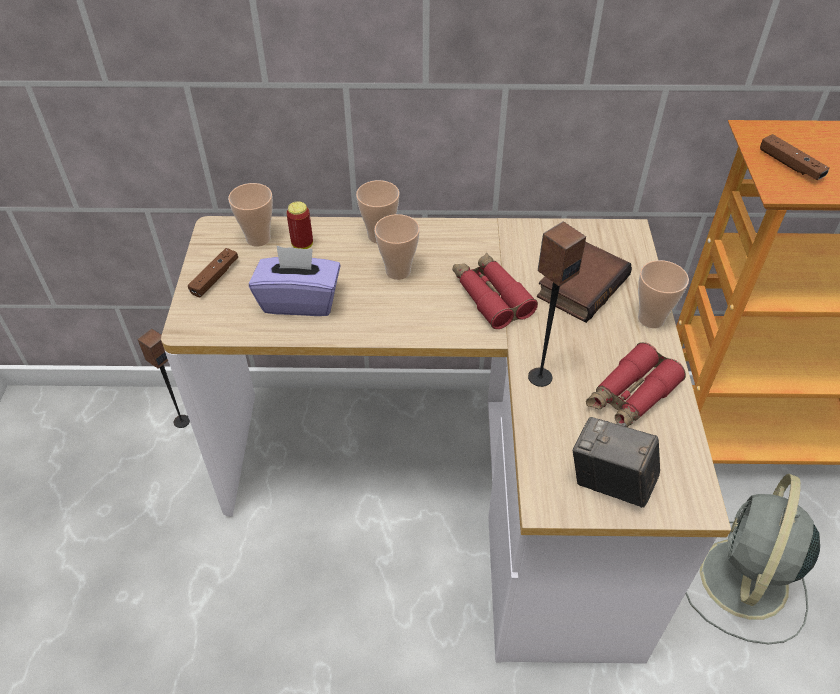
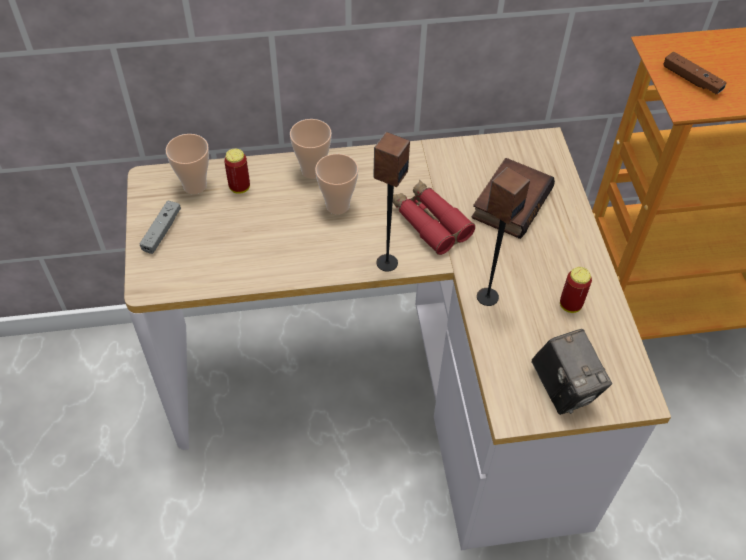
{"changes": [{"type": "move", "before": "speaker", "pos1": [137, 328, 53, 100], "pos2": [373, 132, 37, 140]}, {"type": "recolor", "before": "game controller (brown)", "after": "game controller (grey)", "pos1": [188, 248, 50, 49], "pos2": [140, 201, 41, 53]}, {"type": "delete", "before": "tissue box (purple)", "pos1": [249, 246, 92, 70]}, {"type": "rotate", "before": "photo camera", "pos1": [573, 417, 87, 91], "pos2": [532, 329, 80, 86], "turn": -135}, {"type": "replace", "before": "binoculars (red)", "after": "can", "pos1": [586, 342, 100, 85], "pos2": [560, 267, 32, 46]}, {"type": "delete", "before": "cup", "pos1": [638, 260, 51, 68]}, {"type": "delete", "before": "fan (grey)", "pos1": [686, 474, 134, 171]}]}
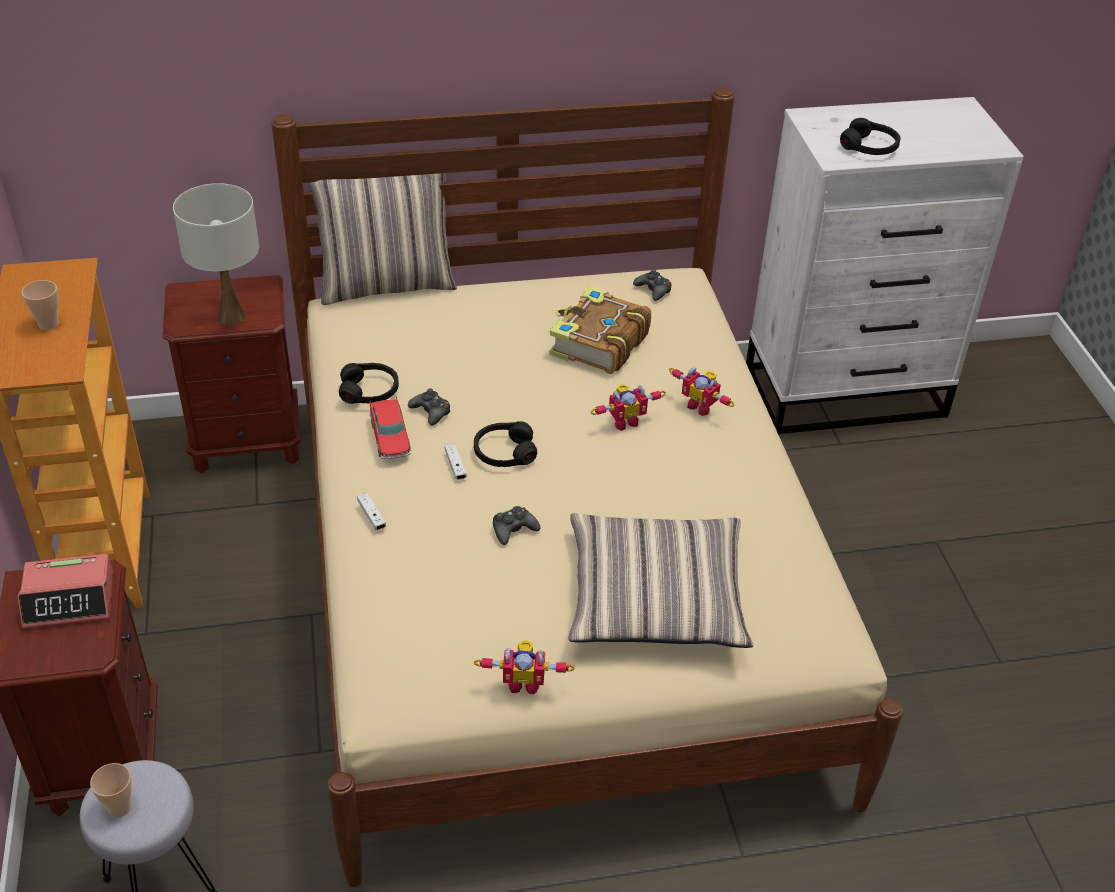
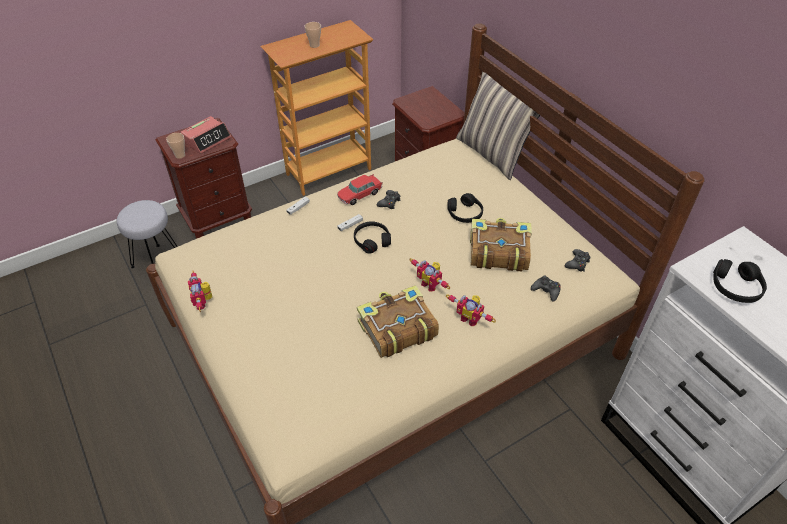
{"changes": [{"type": "rotate", "before": "alarm clock", "pos1": [18, 554, 95, 75], "pos2": [181, 116, 50, 38], "turn": -105}, {"type": "move", "before": "cup", "pos1": [90, 763, 42, 54], "pos2": [166, 133, 19, 26]}, {"type": "delete", "before": "table lamp (white)", "pos1": [173, 183, 86, 142]}, {"type": "move", "before": "headphones (black)", "pos1": [339, 363, 60, 41], "pos2": [447, 193, 36, 30]}, {"type": "move", "before": "game controller (black)", "pos1": [493, 506, 47, 39], "pos2": [531, 275, 30, 27]}, {"type": "delete", "before": "pillow", "pos1": [569, 513, 184, 135]}, {"type": "rotate", "before": "toy robot", "pos1": [669, 367, 65, 49], "pos2": [446, 294, 50, 33], "turn": -75}, {"type": "insert", "after": "book", "pos2": [357, 285, 82, 73]}]}
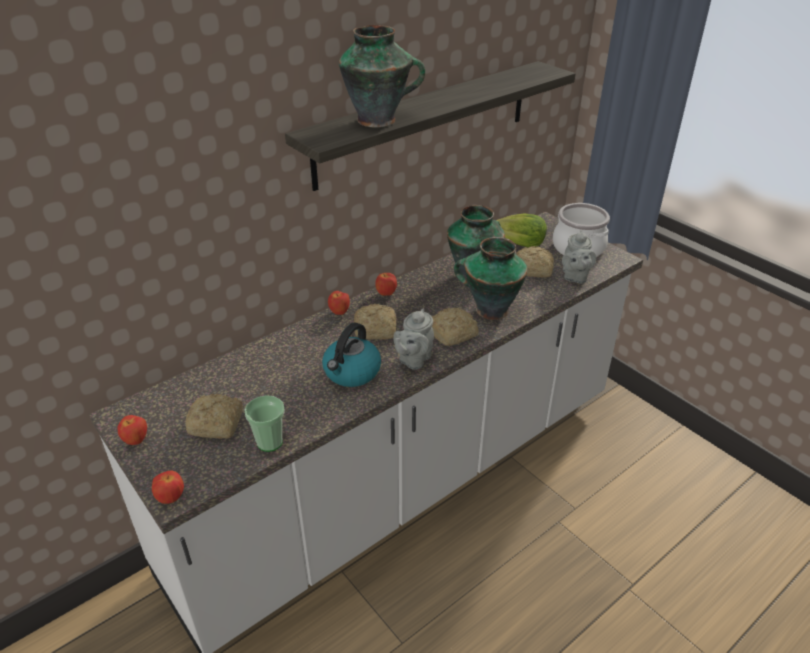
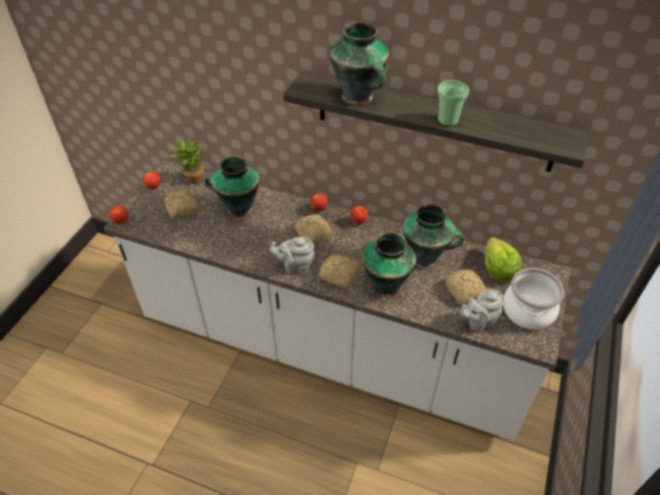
{"changes": [{"type": "move", "before": "cup", "pos1": [244, 395, 41, 57], "pos2": [437, 80, 32, 46]}, {"type": "delete", "before": "kettle", "pos1": [322, 322, 59, 65]}, {"type": "insert", "after": "potted plant", "pos2": [168, 134, 36, 50]}, {"type": "insert", "after": "vase", "pos2": [205, 156, 55, 61]}]}
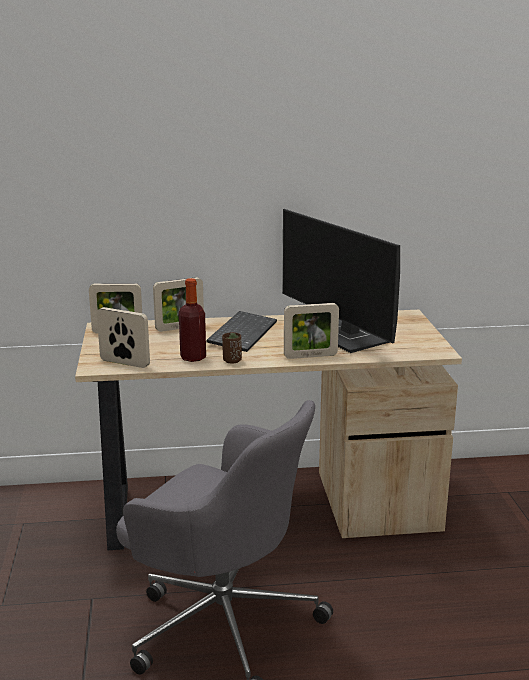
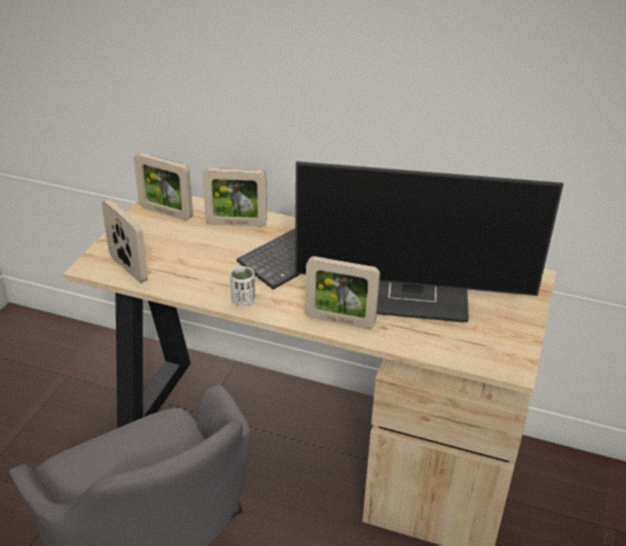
{"changes": [{"type": "delete", "before": "bottle", "pos1": [179, 278, 27, 84]}, {"type": "recolor", "before": "cup (brown)", "after": "cup (white)", "pos1": [222, 332, 20, 32], "pos2": [230, 266, 25, 40]}, {"type": "rotate", "before": "monitor", "pos1": [282, 209, 118, 144], "pos2": [295, 161, 268, 162], "turn": -75}]}
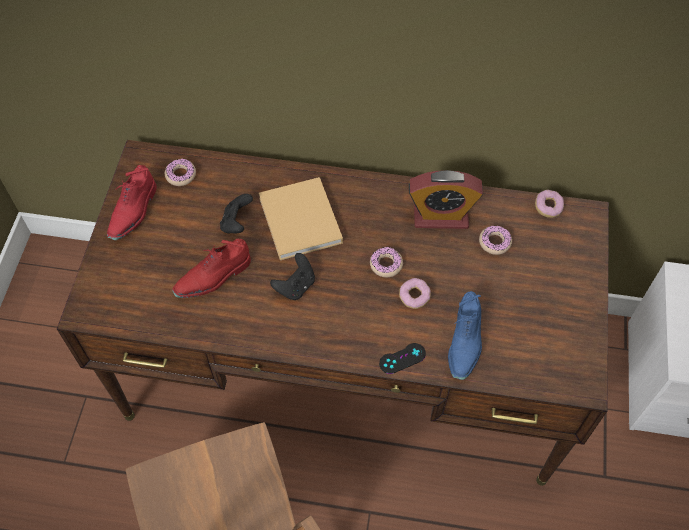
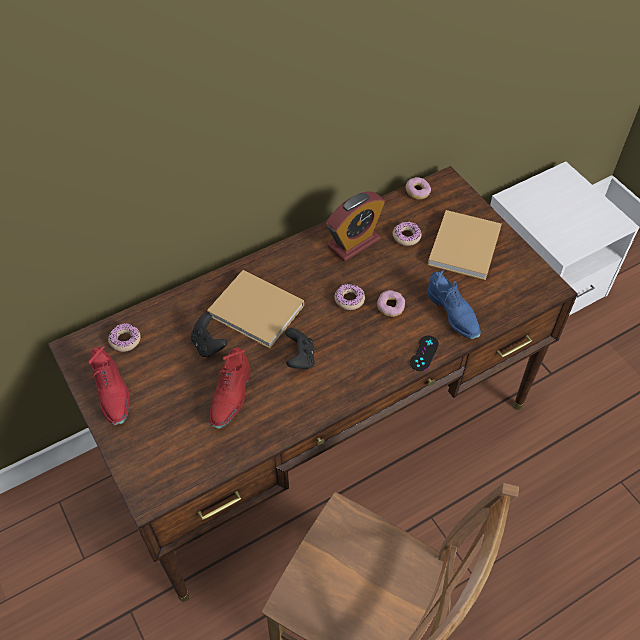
{"changes": [{"type": "insert", "after": "book (beige)", "pos2": [428, 210, 74, 70]}]}
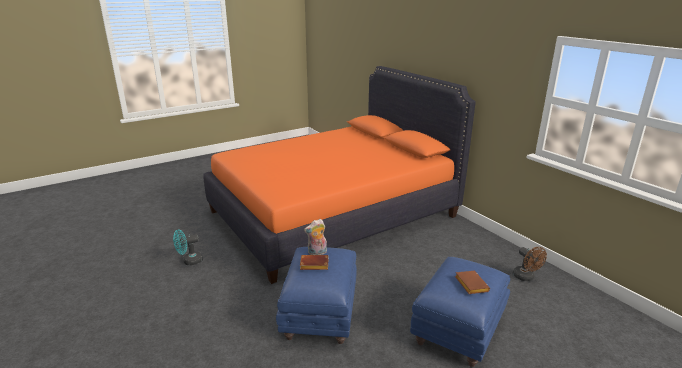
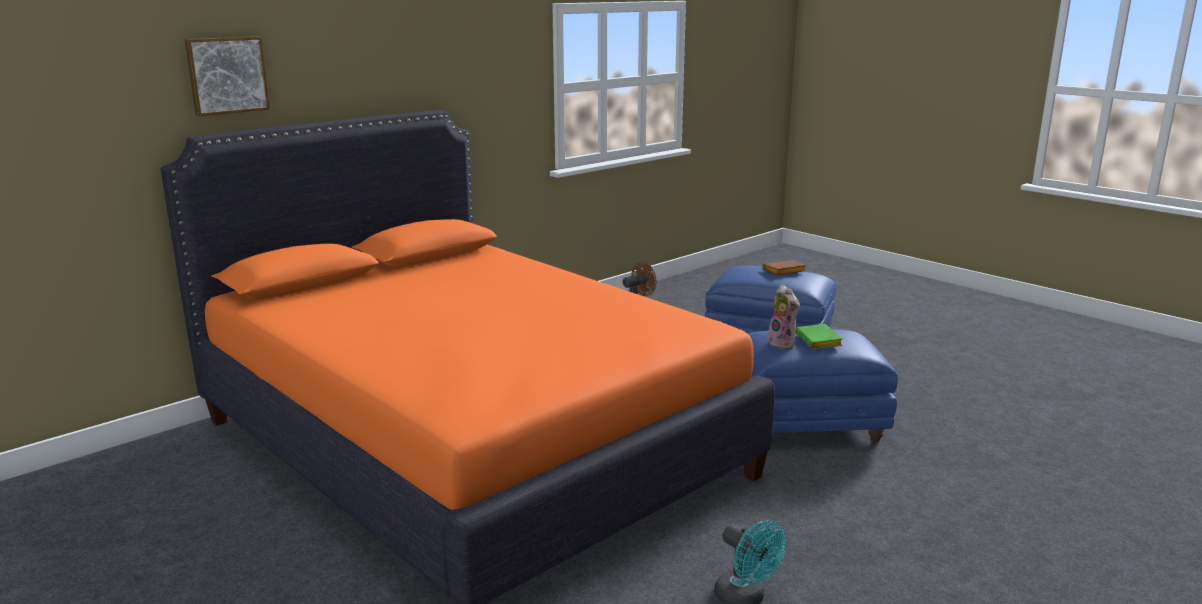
{"changes": [{"type": "recolor", "before": "book (brown)", "after": "book (green)", "pos1": [300, 255, 29, 15], "pos2": [796, 324, 46, 25]}, {"type": "insert", "after": "picture", "pos2": [185, 36, 85, 80]}]}
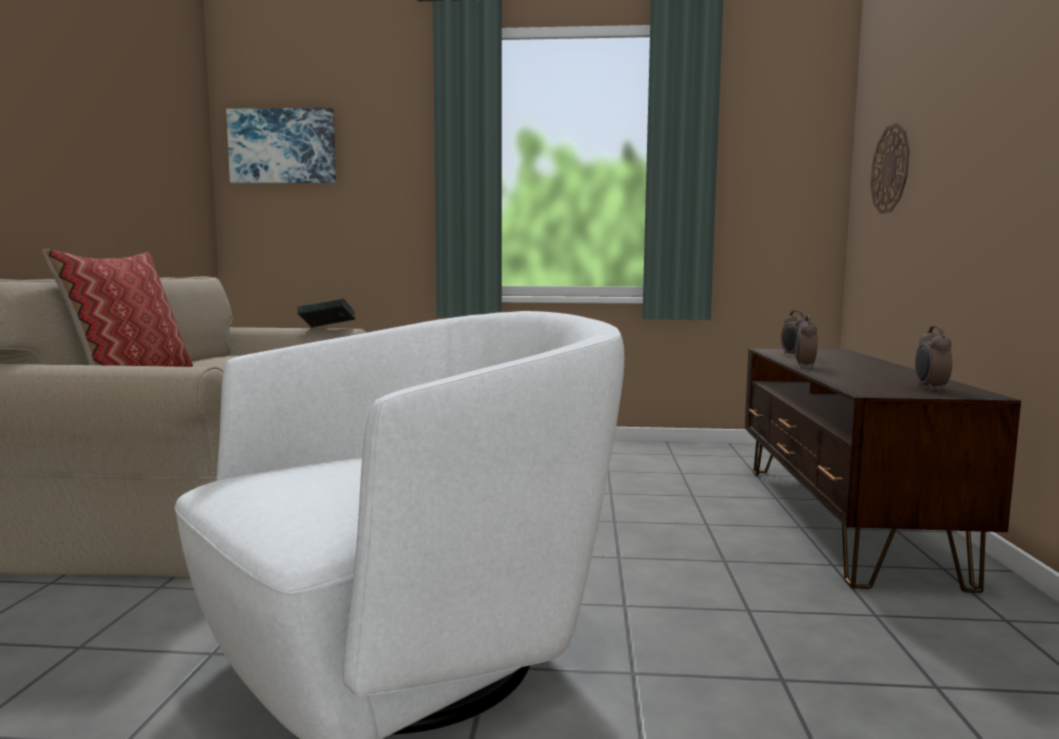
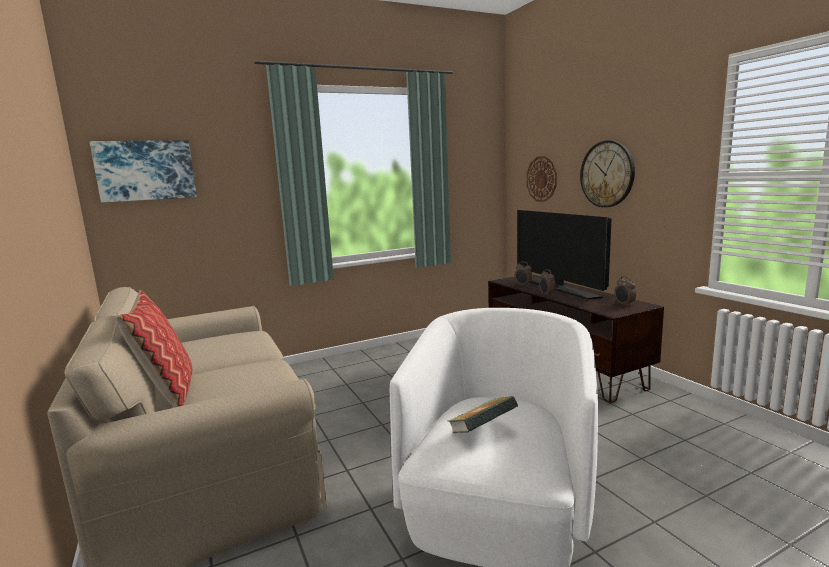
{"changes": [{"type": "move", "before": "book", "pos1": [297, 298, 58, 30], "pos2": [449, 396, 69, 37]}, {"type": "insert", "after": "television", "pos2": [517, 210, 95, 90]}, {"type": "insert", "after": "wall clock", "pos2": [580, 140, 55, 68]}]}
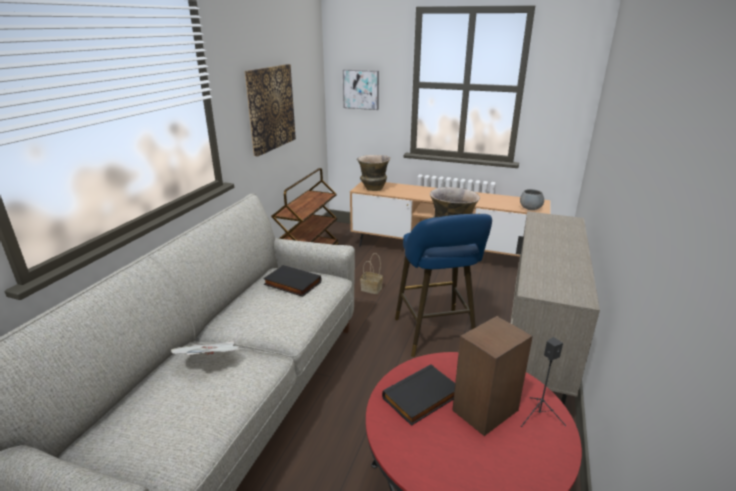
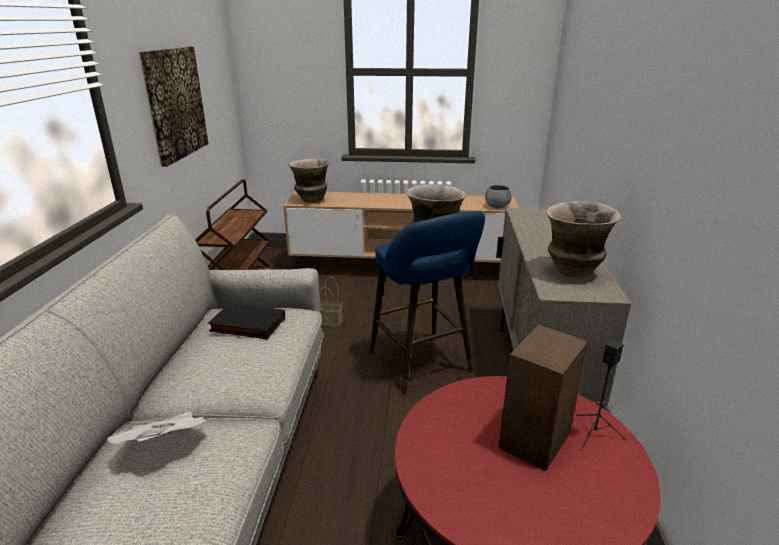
{"changes": [{"type": "delete", "before": "picture", "pos1": [343, 70, 36, 40]}, {"type": "delete", "before": "book (black)", "pos1": [382, 364, 73, 62]}, {"type": "insert", "after": "vase", "pos2": [546, 201, 75, 77]}]}
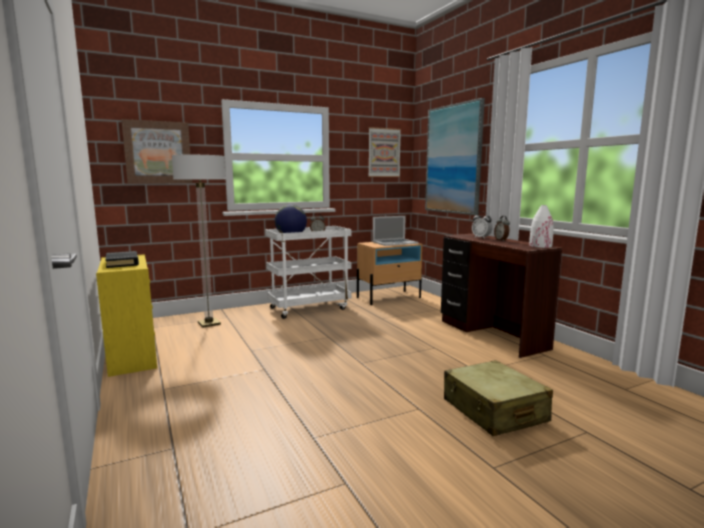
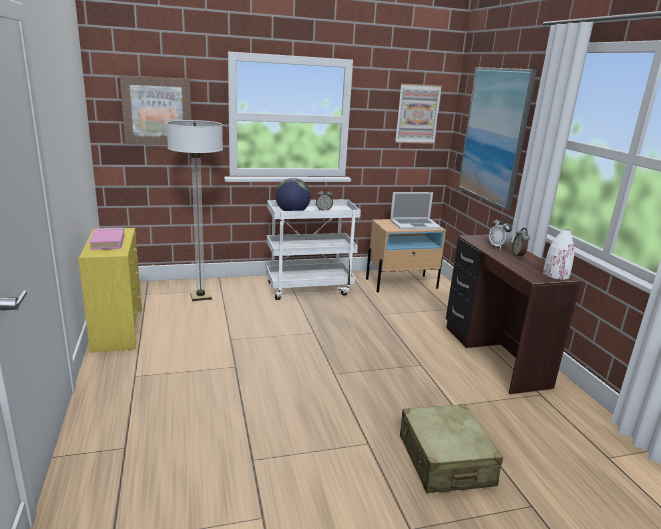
{"changes": [{"type": "recolor", "before": "book (black)", "after": "book (pink)", "pos1": [105, 251, 34, 17], "pos2": [89, 228, 36, 22]}]}
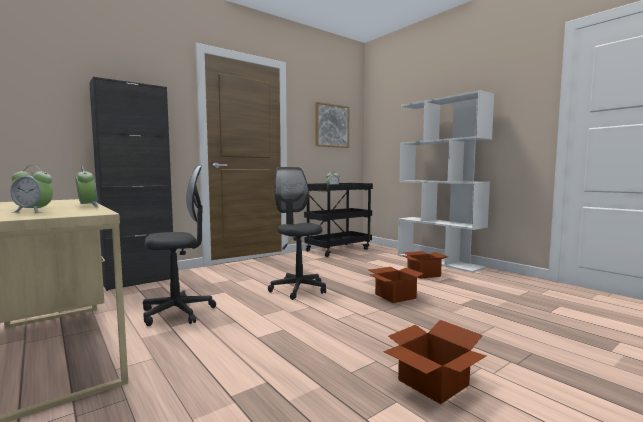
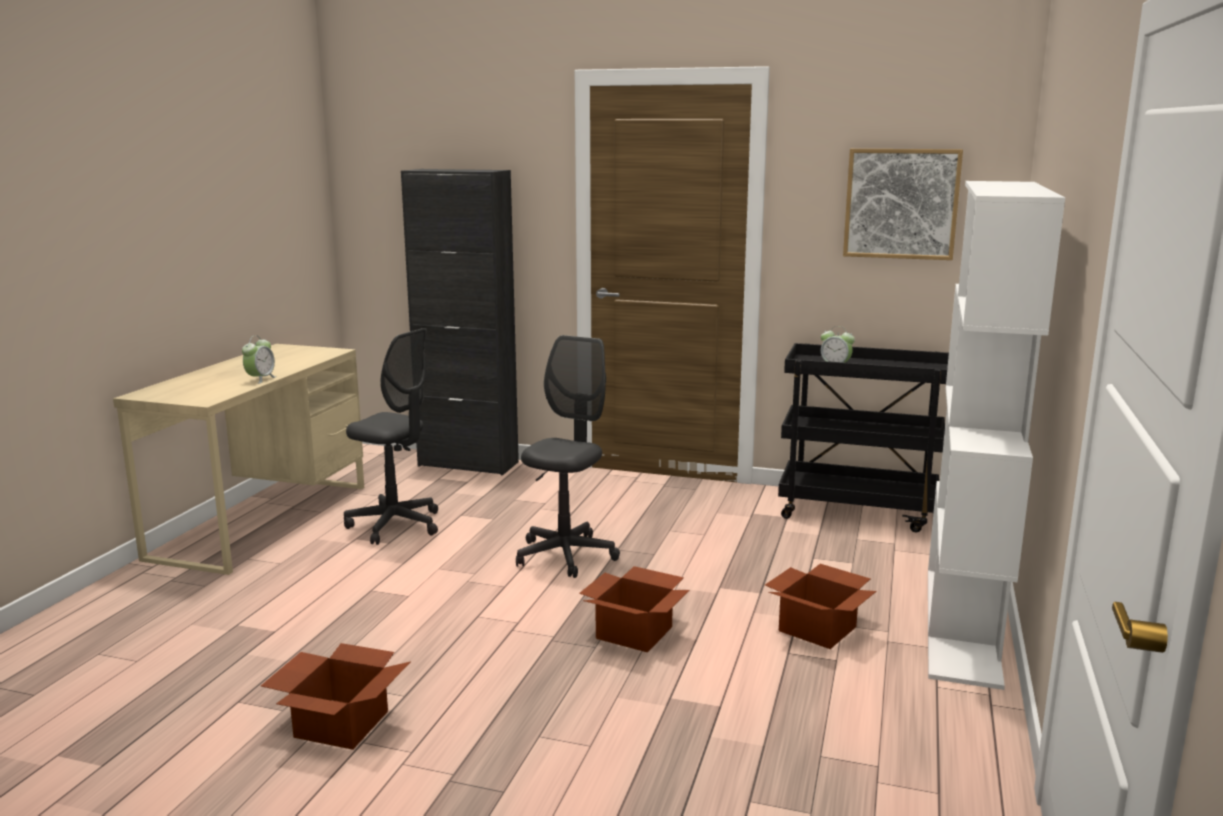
{"changes": [{"type": "delete", "before": "alarm clock", "pos1": [11, 166, 42, 47]}]}
